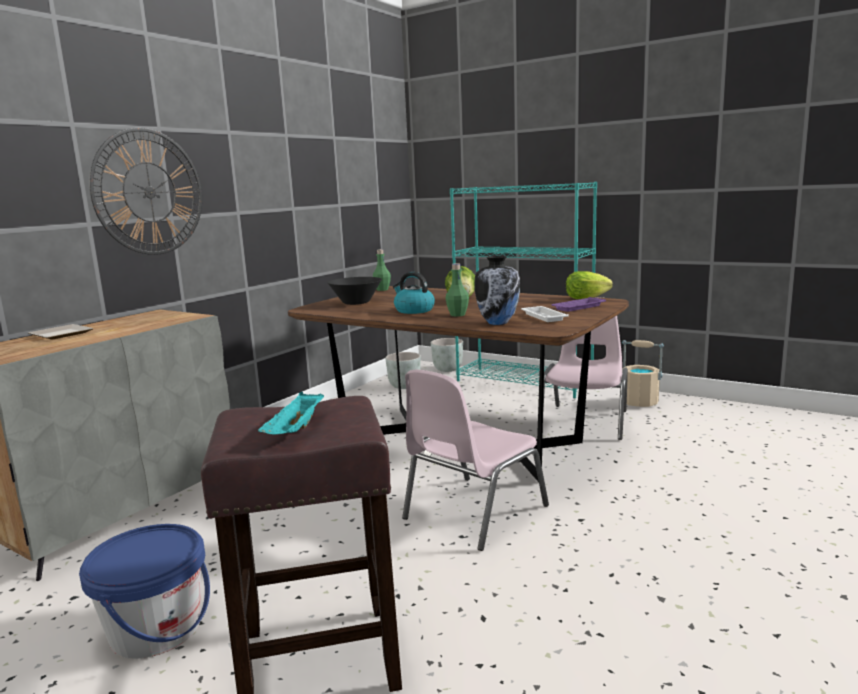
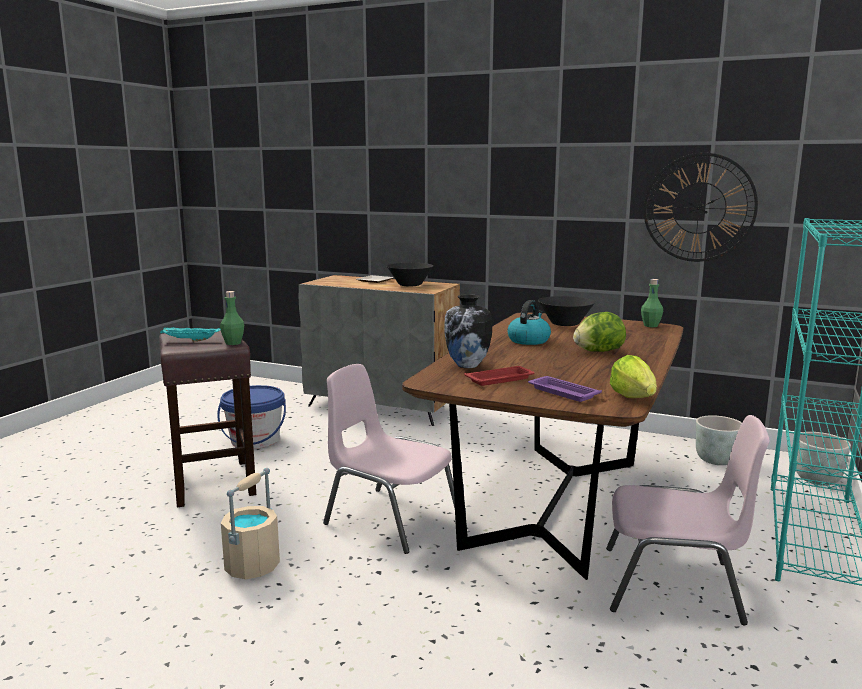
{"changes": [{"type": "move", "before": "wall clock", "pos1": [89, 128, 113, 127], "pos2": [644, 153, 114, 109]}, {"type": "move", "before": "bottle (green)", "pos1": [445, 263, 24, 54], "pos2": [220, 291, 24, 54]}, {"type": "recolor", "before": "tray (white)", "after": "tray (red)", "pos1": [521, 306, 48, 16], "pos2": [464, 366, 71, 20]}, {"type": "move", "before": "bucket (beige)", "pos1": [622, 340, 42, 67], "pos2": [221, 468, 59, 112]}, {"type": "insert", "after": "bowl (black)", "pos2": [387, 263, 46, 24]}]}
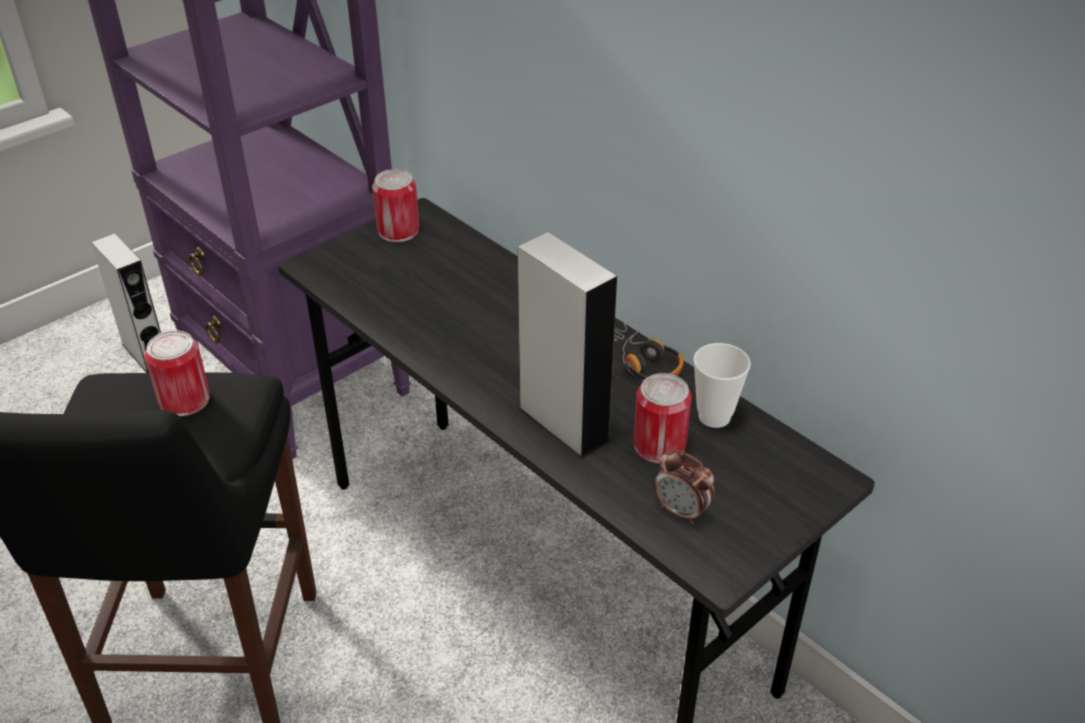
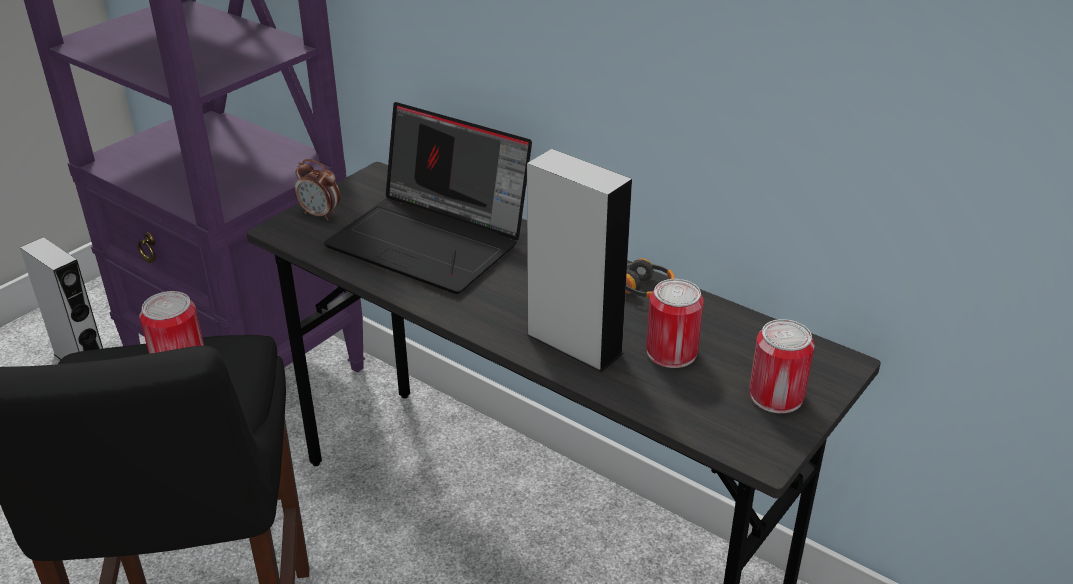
{"changes": [{"type": "move", "before": "can", "pos1": [372, 169, 47, 73], "pos2": [750, 319, 65, 94]}, {"type": "move", "before": "alarm clock", "pos1": [654, 450, 60, 74], "pos2": [294, 159, 46, 62]}, {"type": "delete", "before": "cup", "pos1": [693, 343, 58, 85]}, {"type": "insert", "after": "laptop", "pos2": [324, 102, 208, 192]}]}
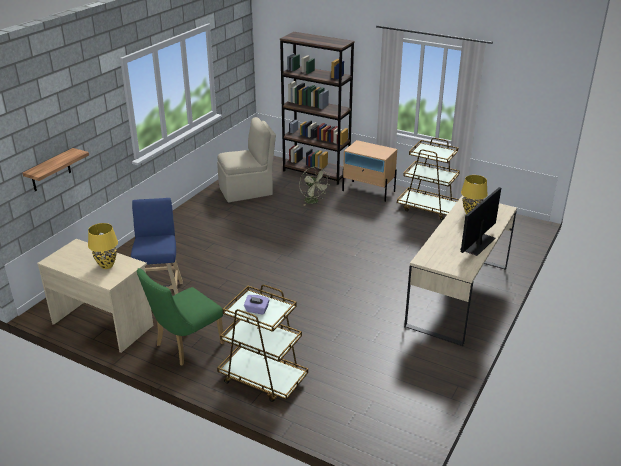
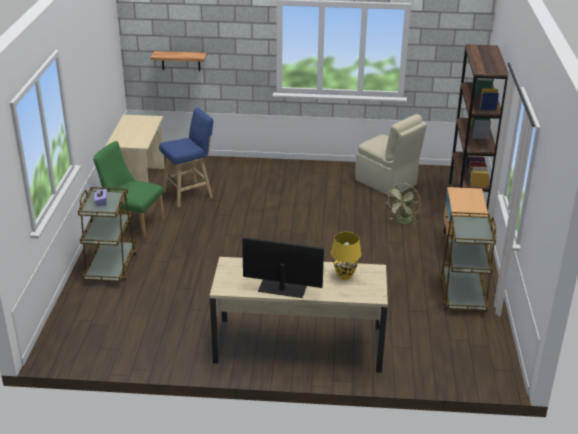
{"changes": [{"type": "delete", "before": "table lamp (yellow)", "pos1": [88, 223, 30, 46]}]}
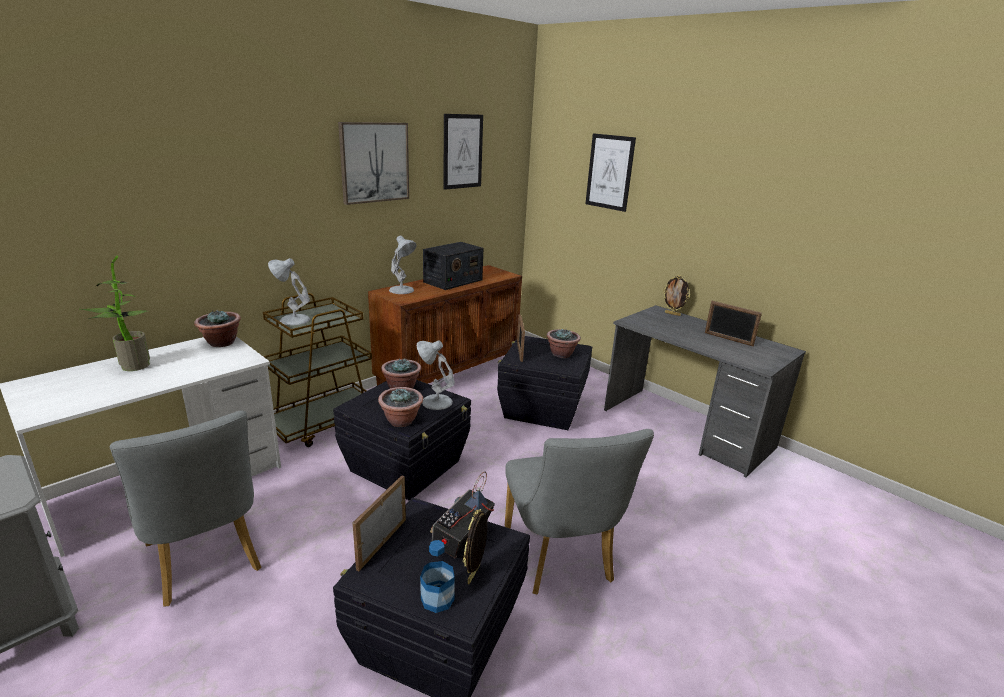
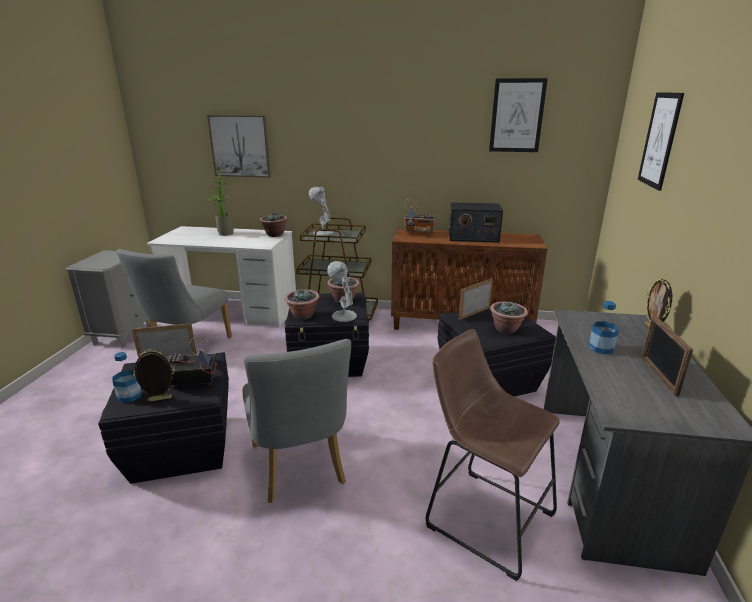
{"changes": [{"type": "move", "before": "picture", "pos1": [338, 122, 71, 83], "pos2": [207, 115, 64, 63]}, {"type": "replace", "before": "table lamp (white)", "after": "radio", "pos1": [389, 236, 28, 58], "pos2": [404, 197, 32, 38]}, {"type": "rotate", "before": "chair (grey)", "pos1": [505, 429, 149, 166], "pos2": [243, 339, 108, 164], "turn": -60}, {"type": "insert", "after": "stool (brown)", "pos2": [425, 329, 135, 252]}, {"type": "insert", "after": "bottle", "pos2": [589, 301, 30, 53]}]}
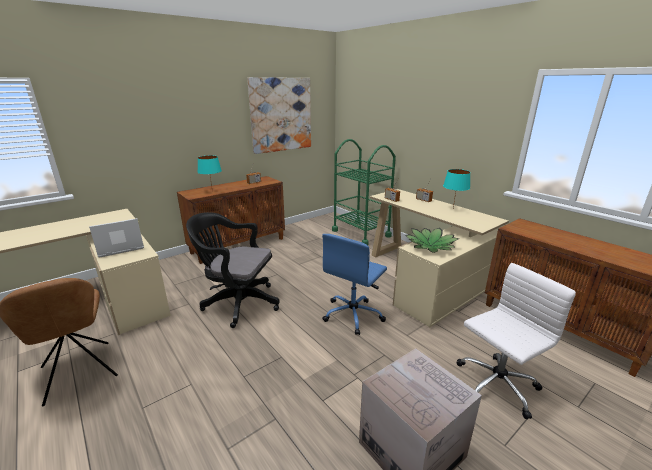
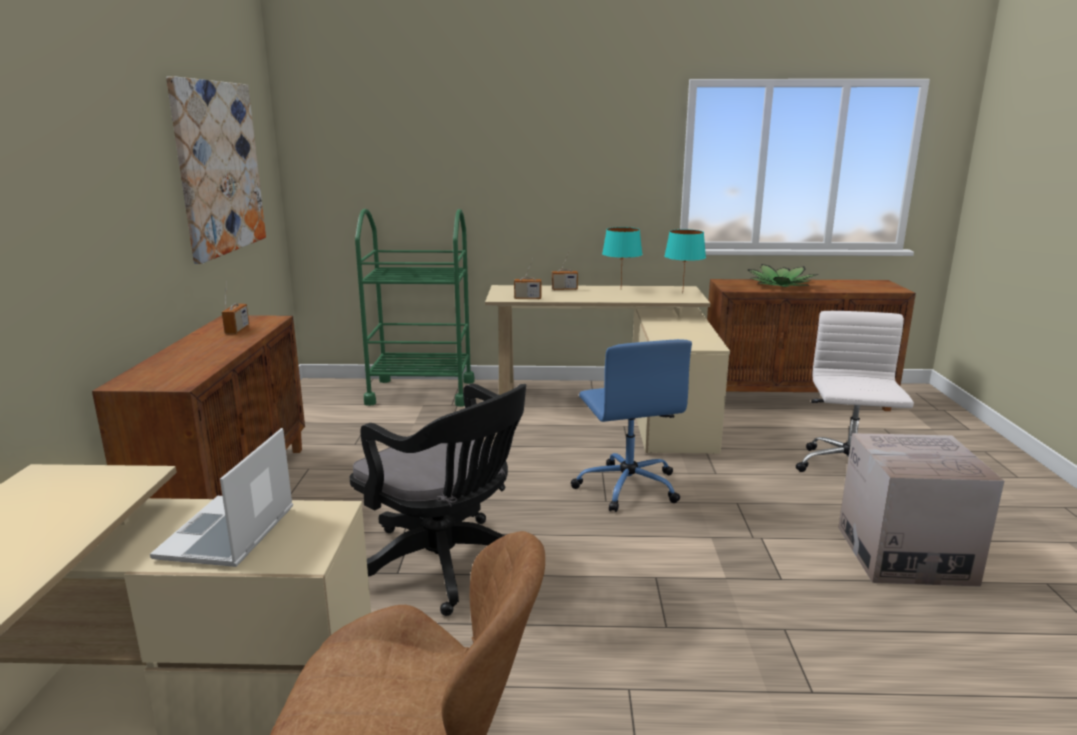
{"changes": [{"type": "rotate", "before": "office chair (black)", "pos1": [186, 212, 94, 116], "pos2": [350, 383, 176, 233], "turn": -105}, {"type": "move", "before": "table lamp (turquoise)", "pos1": [198, 156, 24, 36], "pos2": [664, 229, 42, 57]}, {"type": "move", "before": "potted plant", "pos1": [405, 228, 54, 25], "pos2": [748, 264, 70, 23]}]}
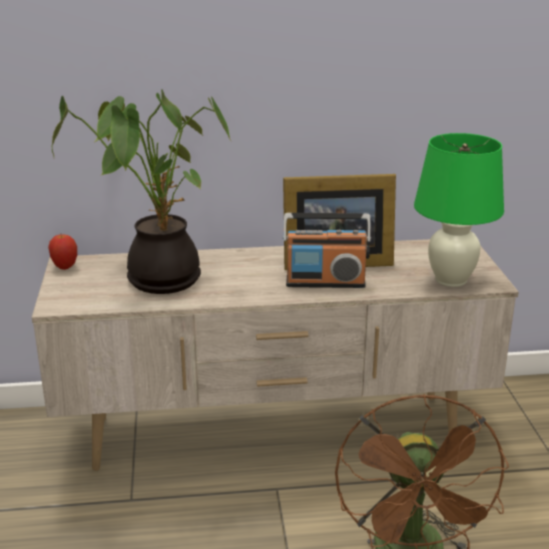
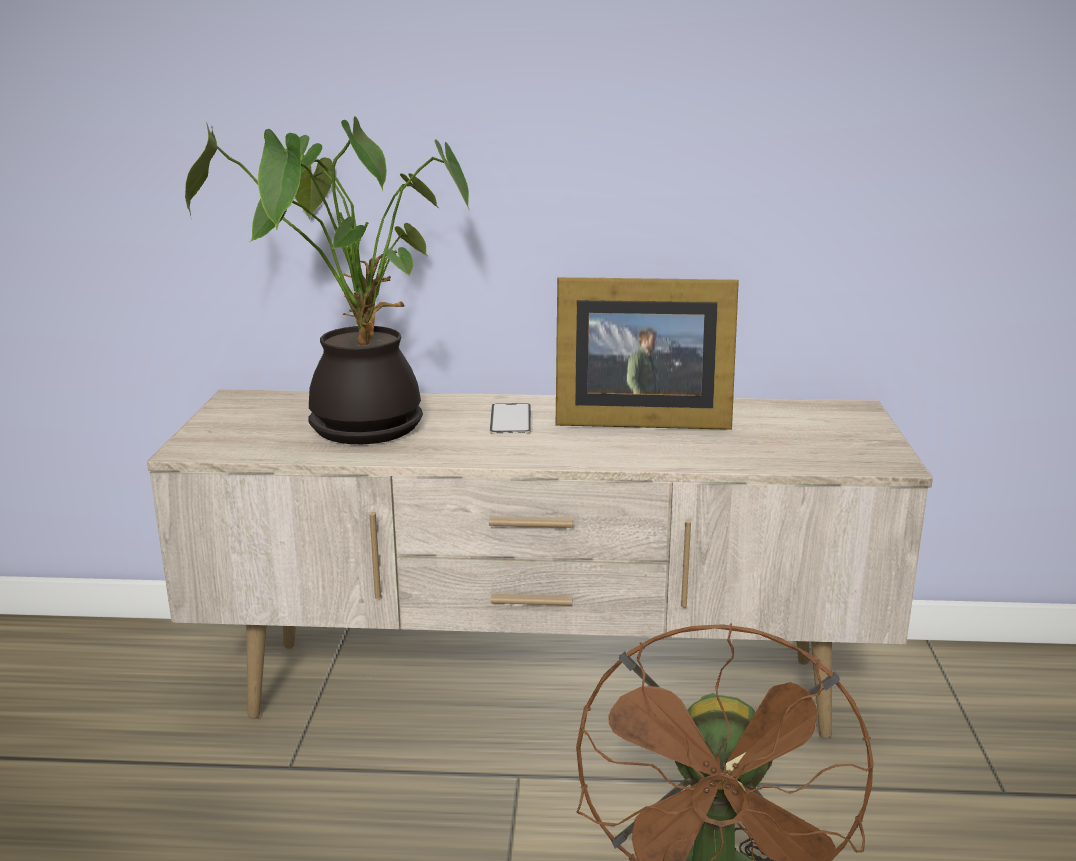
{"changes": [{"type": "delete", "before": "apple", "pos1": [48, 234, 29, 36]}, {"type": "delete", "before": "radio", "pos1": [283, 213, 88, 75]}, {"type": "delete", "before": "table lamp (green)", "pos1": [414, 133, 90, 154]}, {"type": "insert", "after": "phone", "pos2": [490, 403, 41, 31]}]}
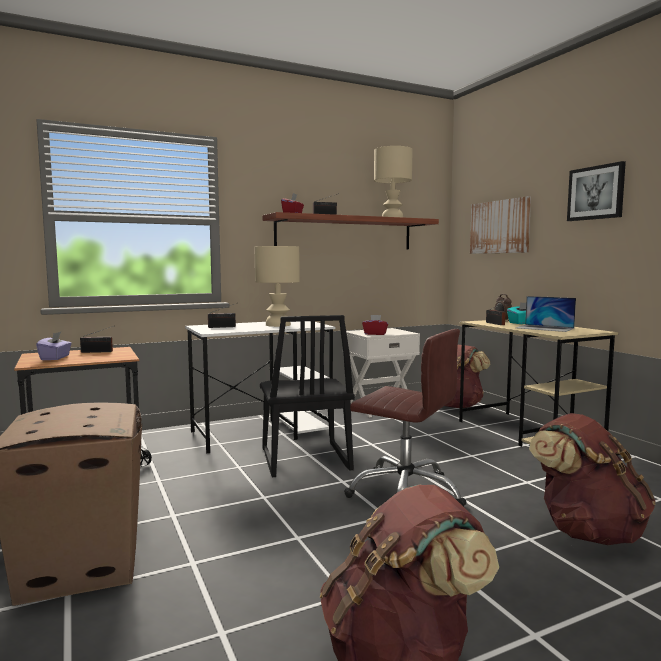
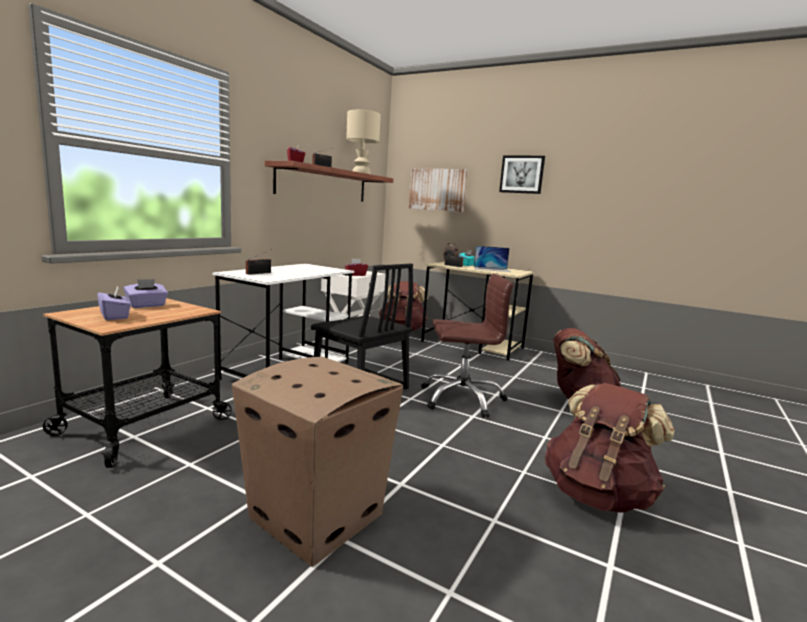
{"changes": [{"type": "replace", "before": "radio", "after": "tissue box (purple)", "pos1": [80, 326, 33, 27], "pos2": [123, 279, 45, 29]}, {"type": "delete", "before": "table lamp (beige)", "pos1": [255, 246, 45, 81]}]}
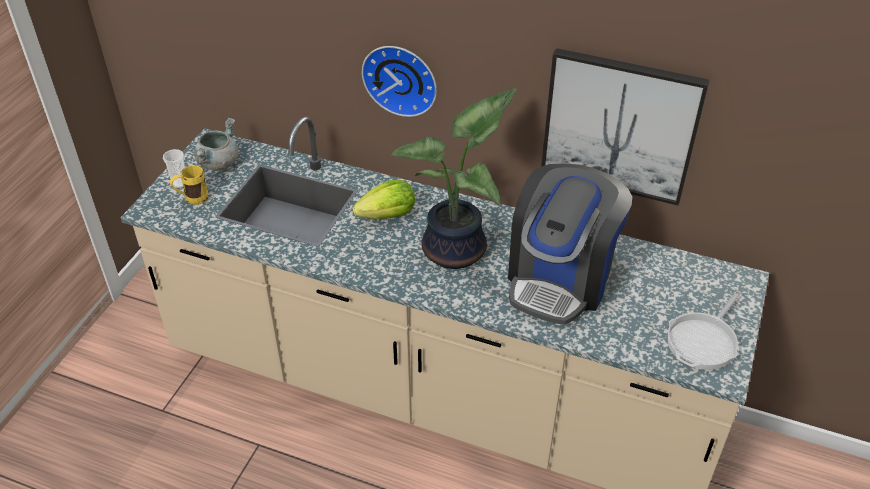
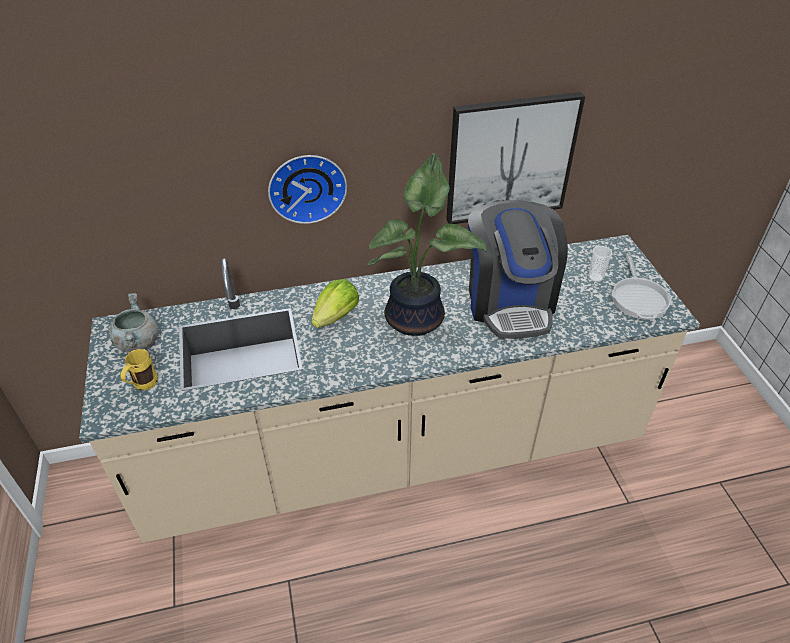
{"changes": [{"type": "move", "before": "cup", "pos1": [163, 149, 22, 39], "pos2": [588, 246, 25, 36]}]}
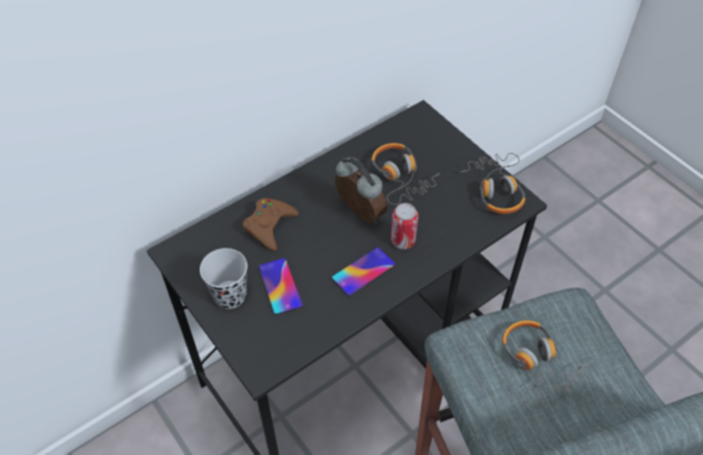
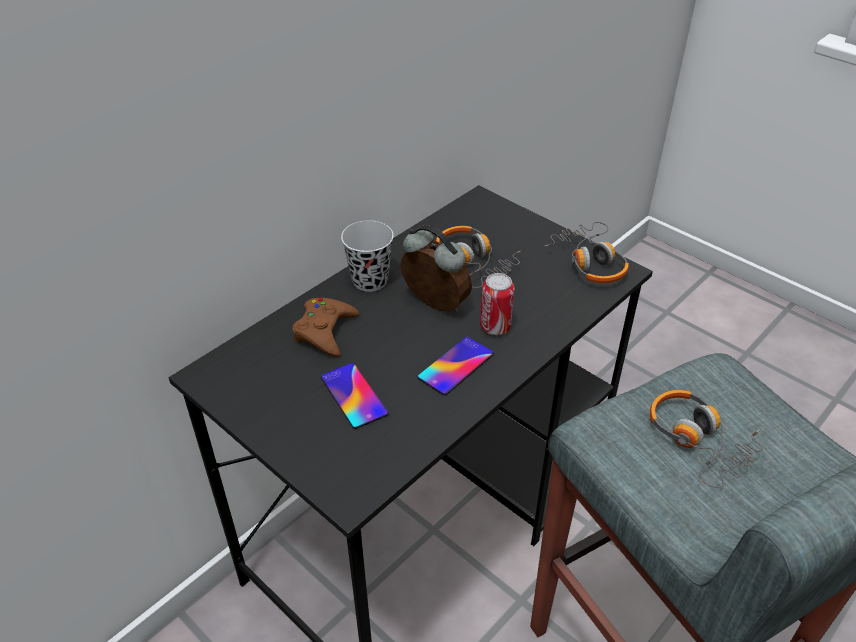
{"changes": [{"type": "move", "before": "cup (black)", "pos1": [200, 248, 47, 61], "pos2": [341, 220, 53, 72]}]}
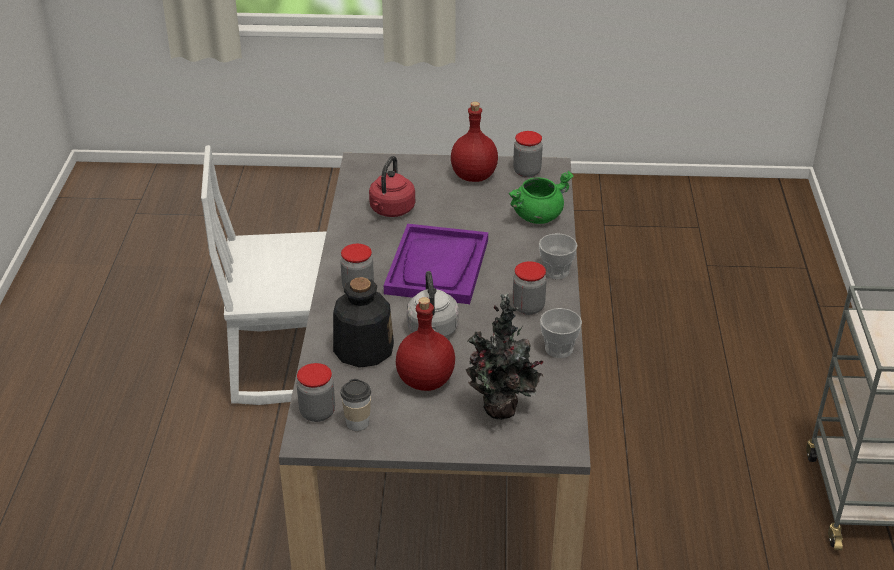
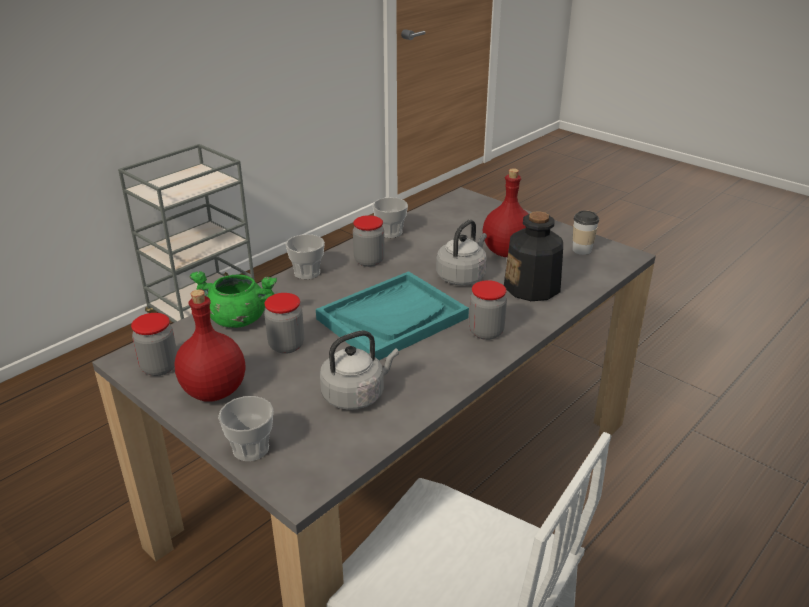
{"changes": [{"type": "move", "before": "jar", "pos1": [297, 363, 38, 59], "pos2": [264, 293, 40, 61]}, {"type": "recolor", "before": "kettle (red)", "after": "kettle (grey)", "pos1": [369, 156, 46, 61], "pos2": [320, 331, 79, 79]}, {"type": "recolor", "before": "tray (purple)", "after": "tray (turquoise)", "pos1": [384, 224, 104, 80], "pos2": [316, 271, 153, 89]}, {"type": "delete", "before": "potted plant", "pos1": [465, 293, 79, 127]}, {"type": "insert", "after": "cup", "pos2": [218, 396, 56, 65]}]}
